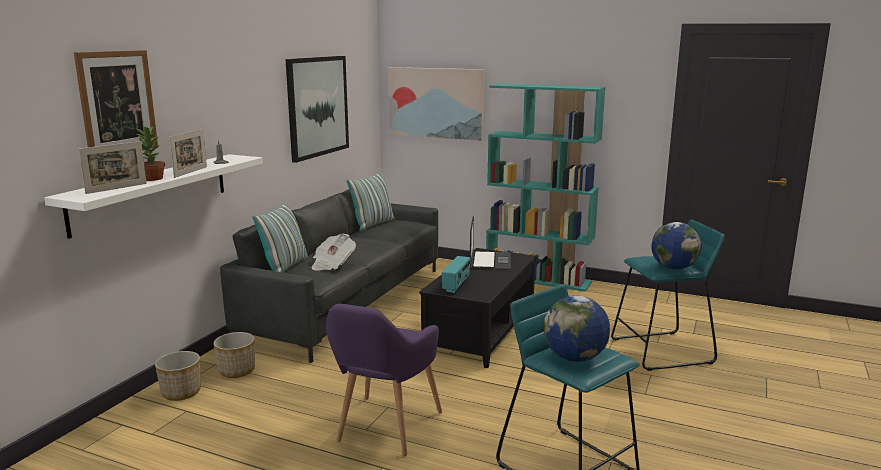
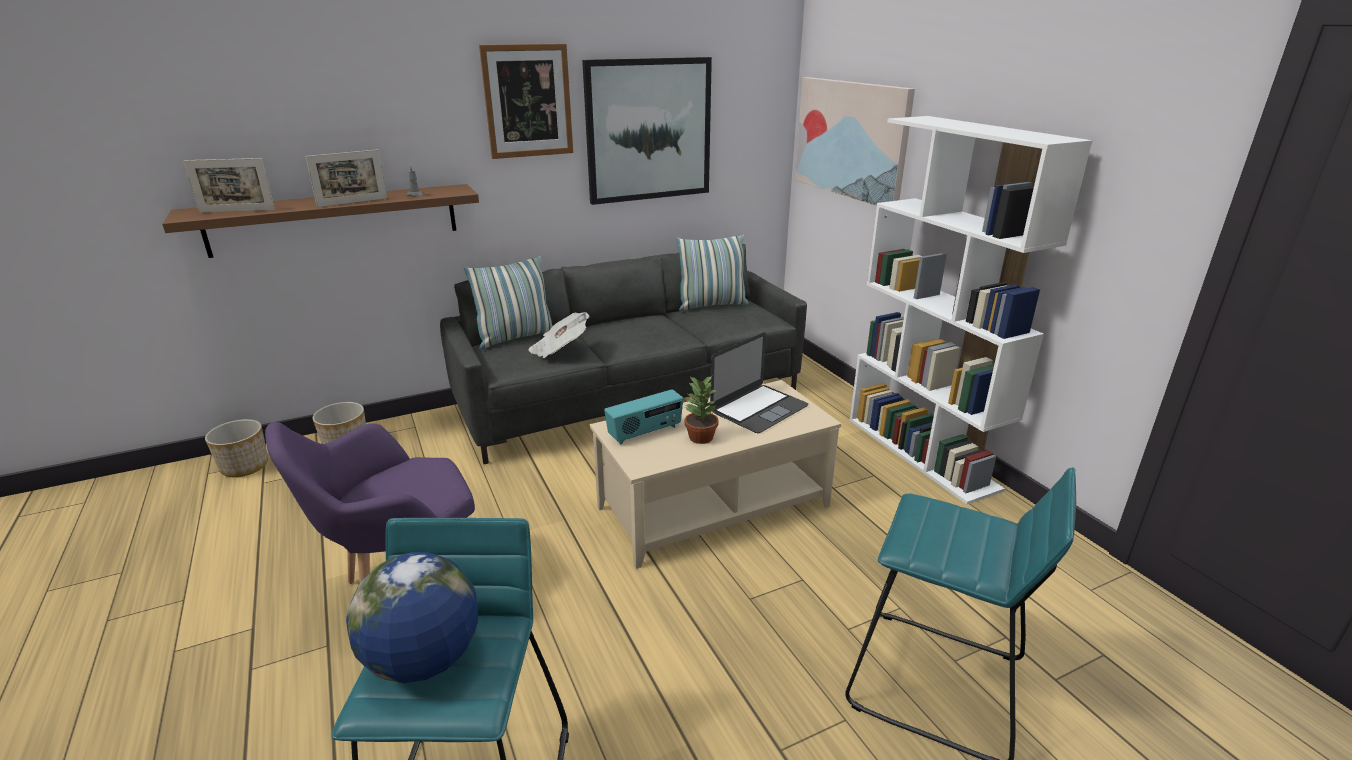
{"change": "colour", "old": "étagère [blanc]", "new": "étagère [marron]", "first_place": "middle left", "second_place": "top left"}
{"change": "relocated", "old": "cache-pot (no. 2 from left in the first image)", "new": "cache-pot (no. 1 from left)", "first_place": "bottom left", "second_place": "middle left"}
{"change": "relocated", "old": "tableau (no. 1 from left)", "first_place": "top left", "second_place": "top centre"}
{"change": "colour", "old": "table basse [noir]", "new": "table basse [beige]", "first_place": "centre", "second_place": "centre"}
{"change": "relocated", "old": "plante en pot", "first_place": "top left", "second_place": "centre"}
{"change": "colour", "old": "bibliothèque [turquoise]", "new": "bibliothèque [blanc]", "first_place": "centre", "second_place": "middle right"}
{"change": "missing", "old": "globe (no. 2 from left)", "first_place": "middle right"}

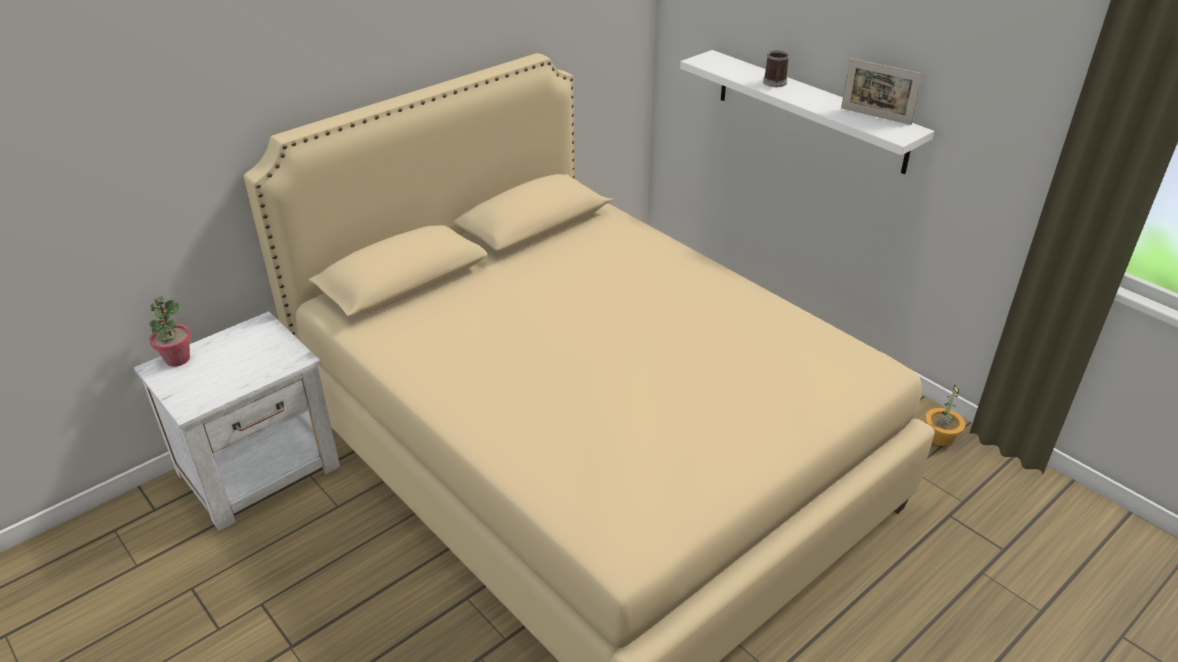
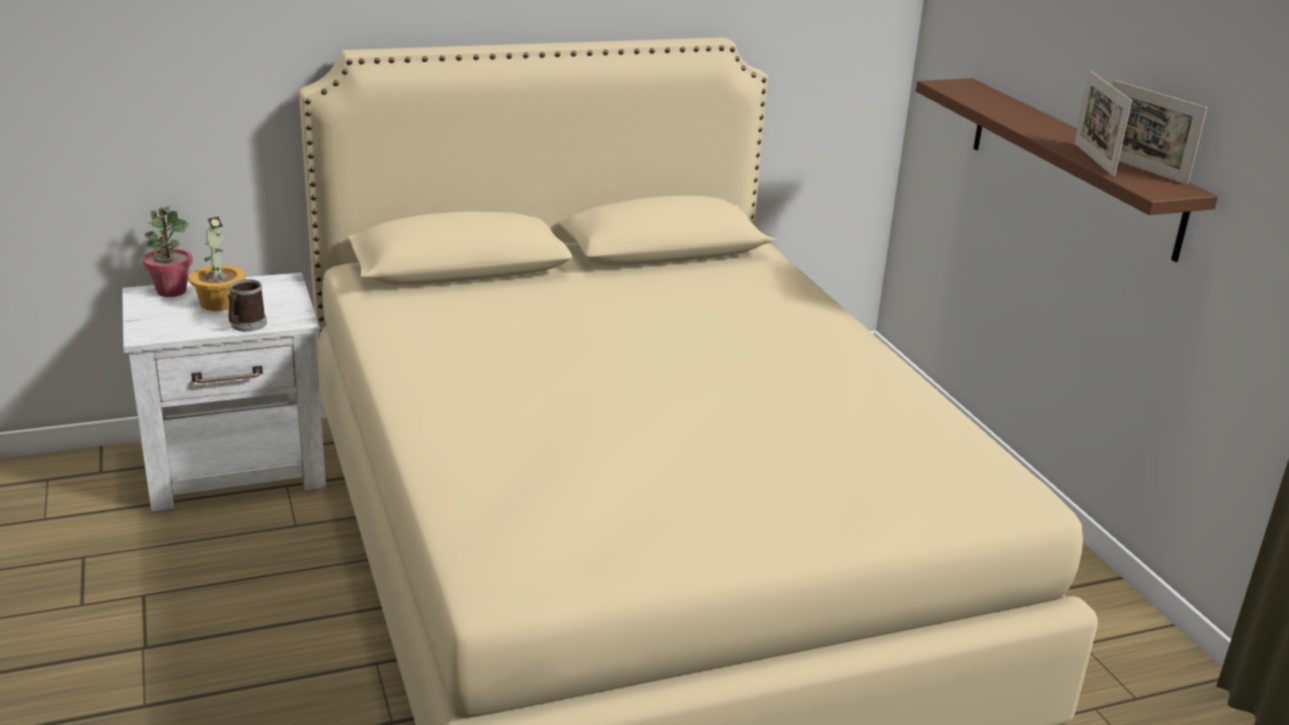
{"change": "relocated", "old": "plante en pot (no. 2 from left)", "first_place": "middle right", "second_place": "middle left"}
{"change": "relocated", "old": "mug", "first_place": "top centre", "second_place": "middle left"}
{"change": "colour", "old": "étagère [blanc]", "new": "étagère [marron]", "first_place": "top right", "second_place": "top right"}
{"change": "appeared", "new": "cadre photo (no. 1 from left)", "second_place": "top right"}

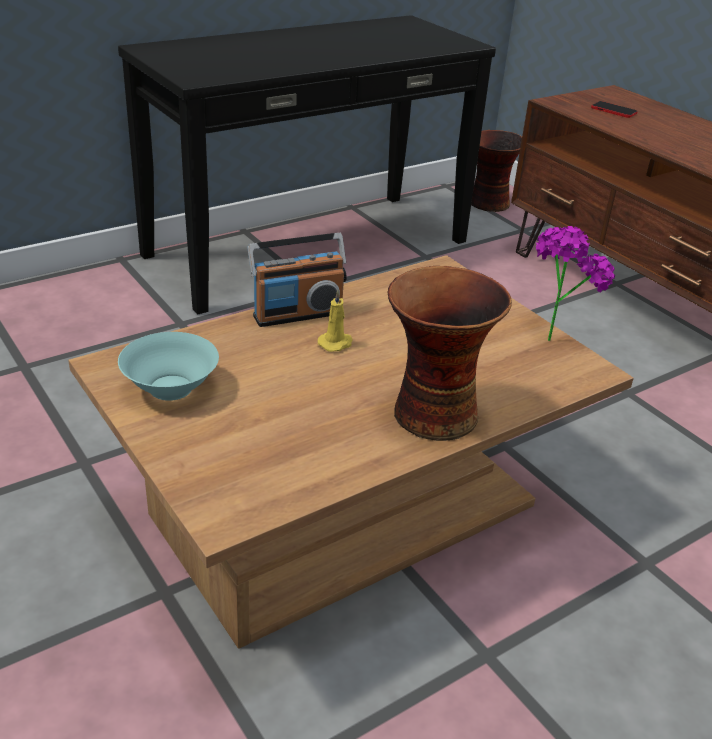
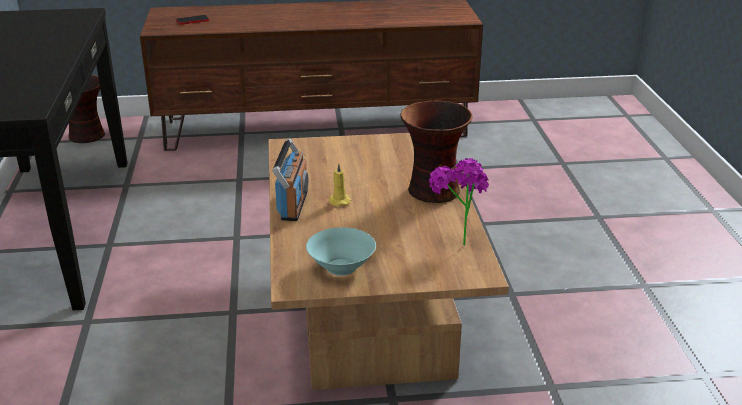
{"change": "relocated", "old": "plante en pot", "first_place": "middle right", "second_place": "centre"}

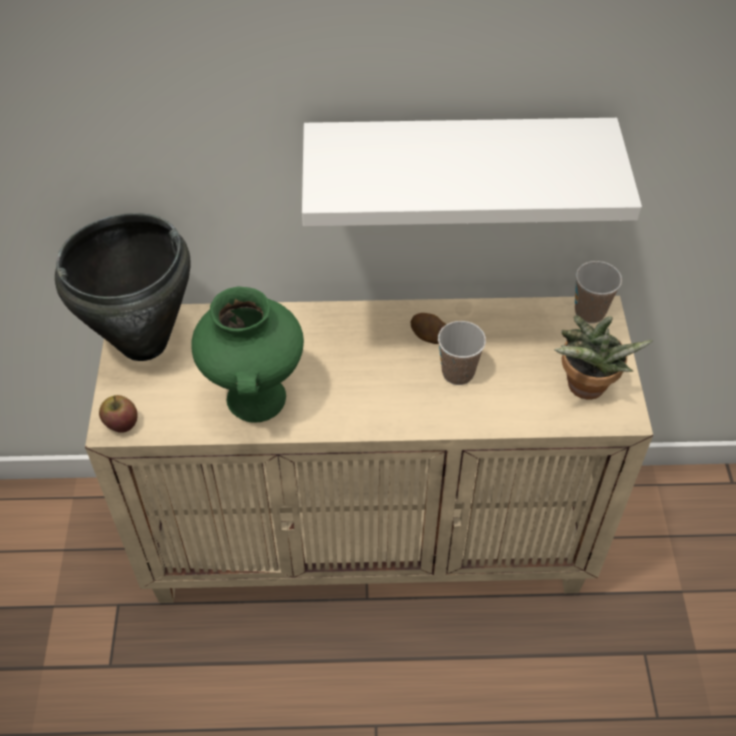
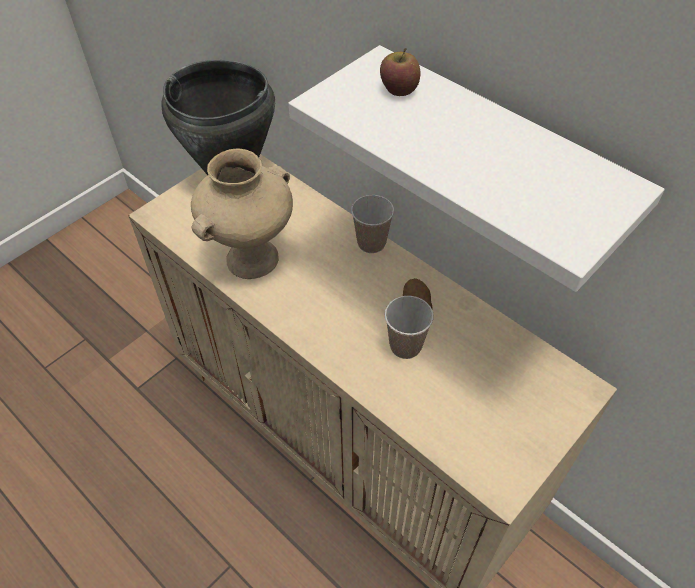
{"change": "colour", "old": "vase [vert]", "new": "vase [beige]", "first_place": "centre", "second_place": "centre"}
{"change": "relocated", "old": "tasse (no. 2 from left in the first image)", "new": "tasse (no. 1 from left)", "first_place": "middle right", "second_place": "centre"}
{"change": "relocated", "old": "pomme", "first_place": "middle left", "second_place": "top centre"}
{"change": "missing", "old": "plante en pot", "first_place": "middle right"}

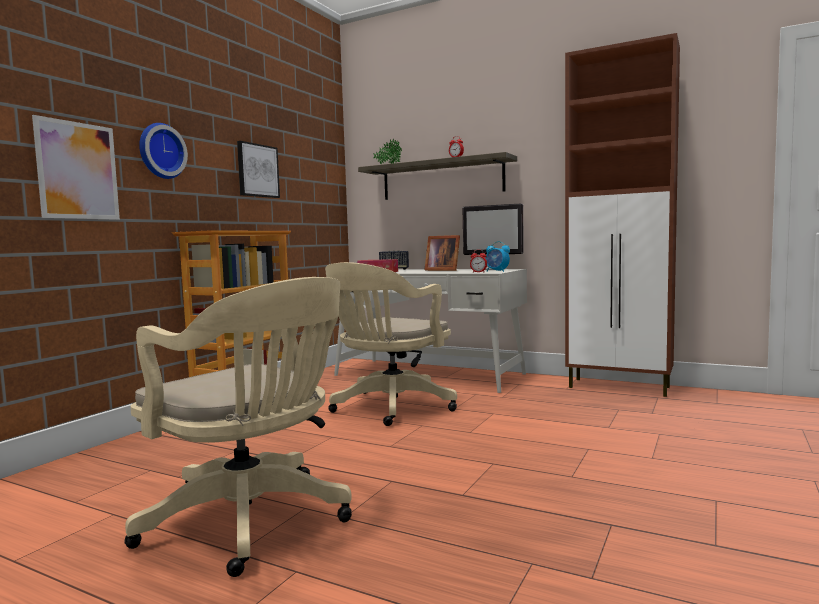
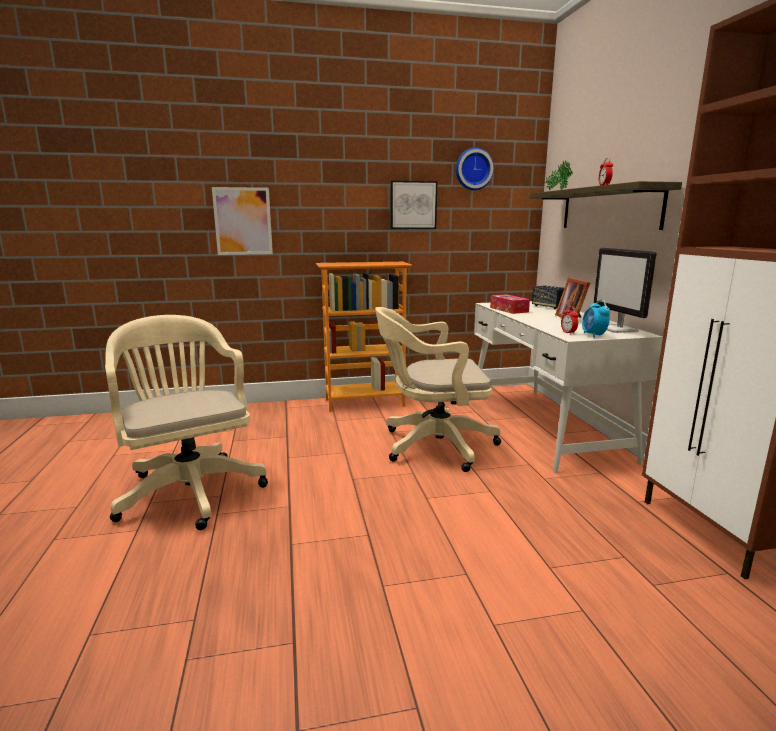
{"change": "spun", "old": "chaise de bureau [beige] (no. 1 from left)", "first_place": "bottom left", "second_place": "middle left", "degrees": 150}
{"change": "relocated", "old": "horloge murale", "first_place": "top left", "second_place": "top centre"}

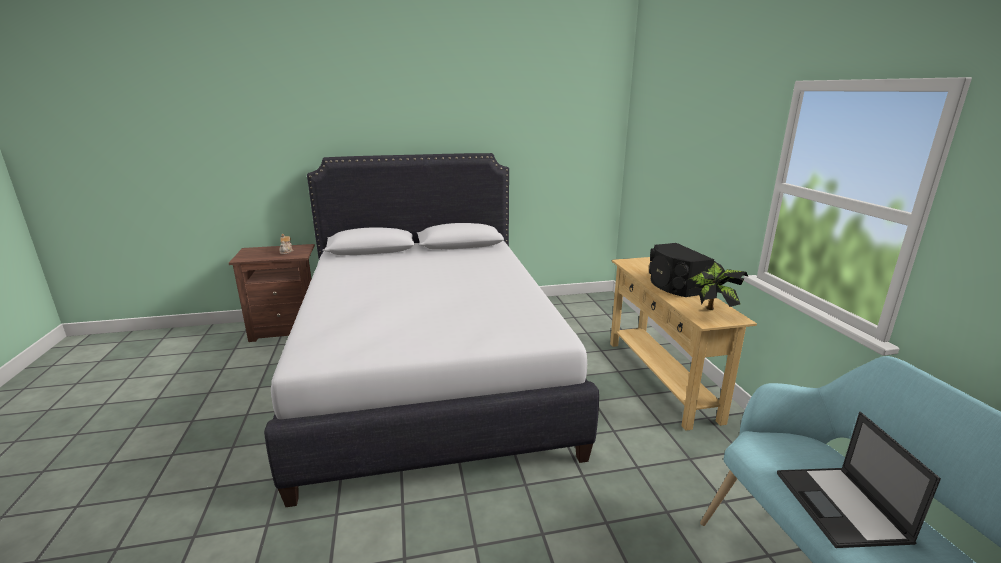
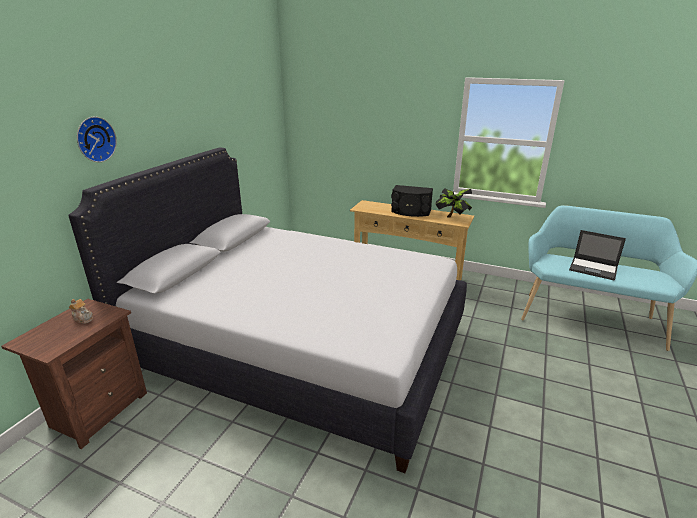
{"change": "appeared", "new": "horloge murale", "second_place": "top left"}

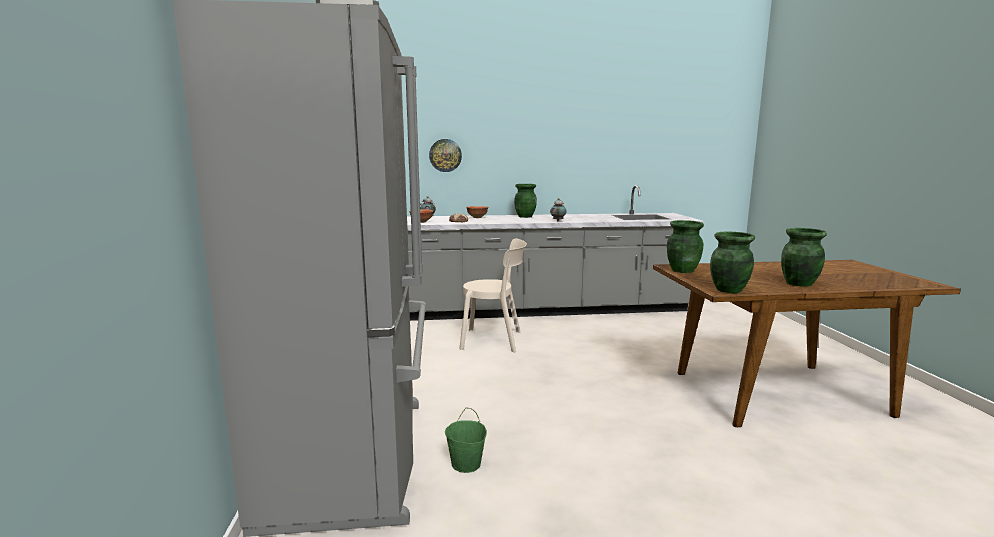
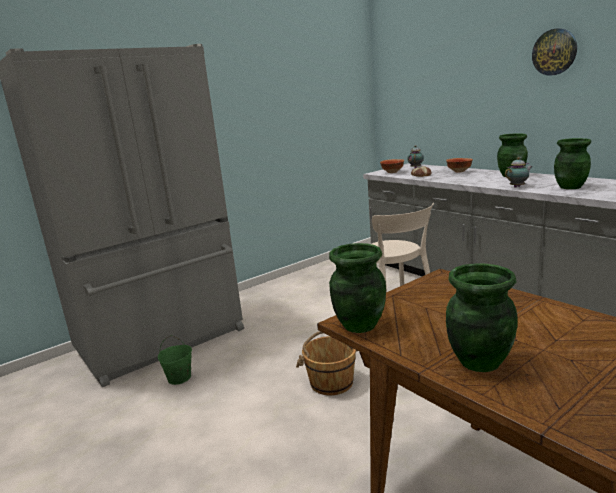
{"change": "appeared", "new": "seau [marron]", "second_place": "bottom centre"}
{"change": "relocated", "old": "horloge murale", "first_place": "top centre", "second_place": "top right"}
{"change": "relocated", "old": "vase [vert] (no. 2 from left in the first image)", "new": "vase [vert] (no. 4 from left)", "first_place": "middle right", "second_place": "top right"}

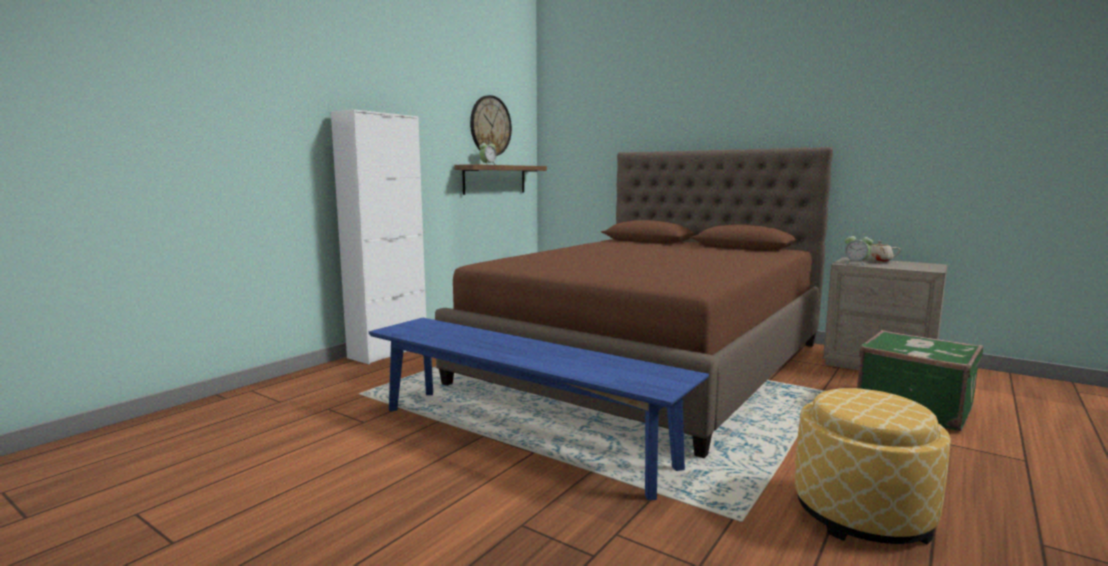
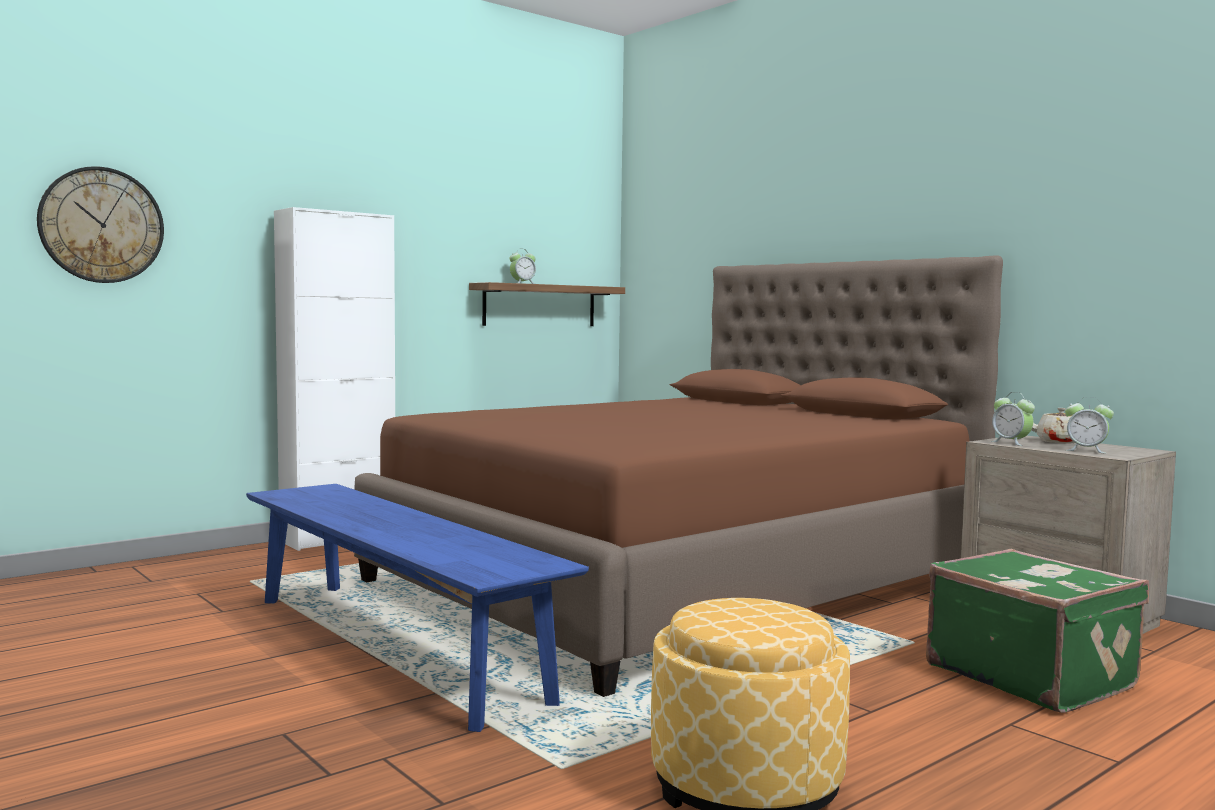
{"change": "relocated", "old": "horloge murale", "first_place": "top centre", "second_place": "top left"}
{"change": "appeared", "new": "réveil (no. 3 from left)", "second_place": "middle right"}

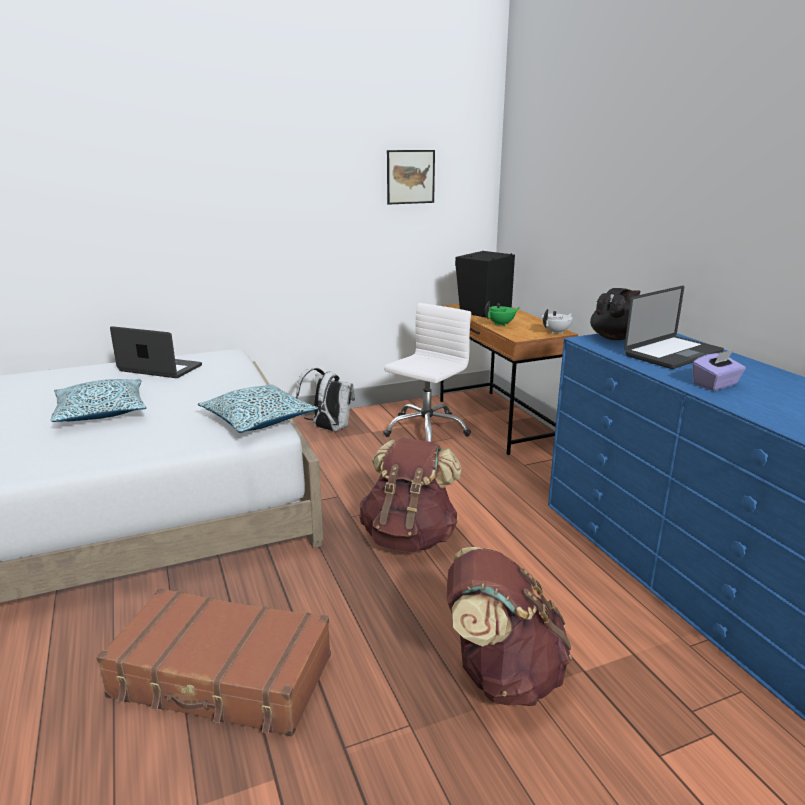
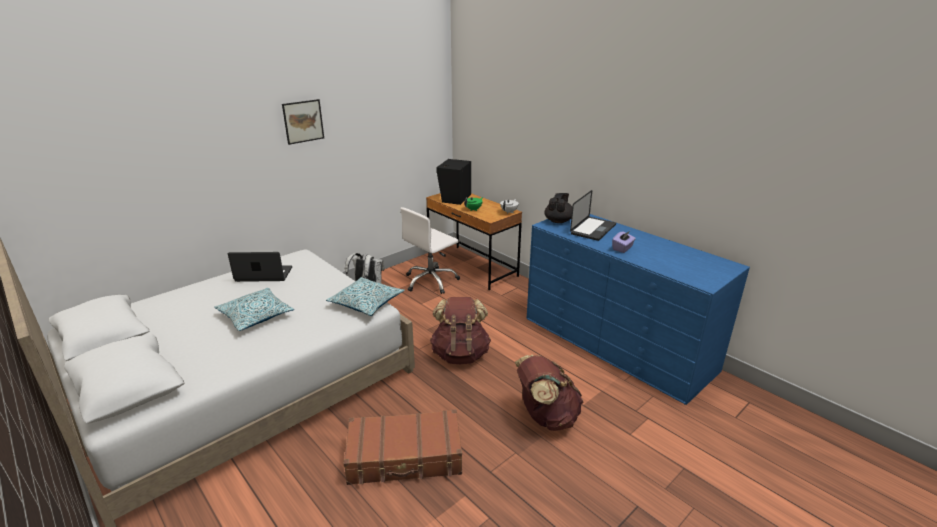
{"change": "relocated", "old": "tableau", "first_place": "top centre", "second_place": "top left"}
{"change": "spun", "old": "chaise de bureau [blanc]", "first_place": "centre", "second_place": "centre", "degrees": -150}

